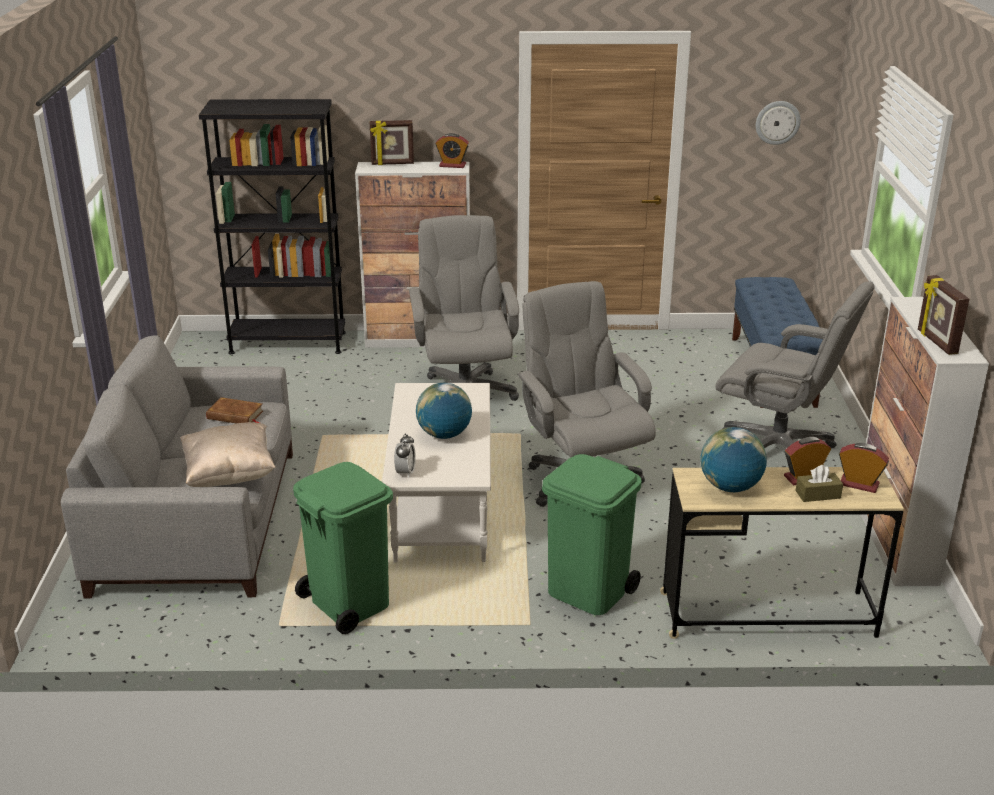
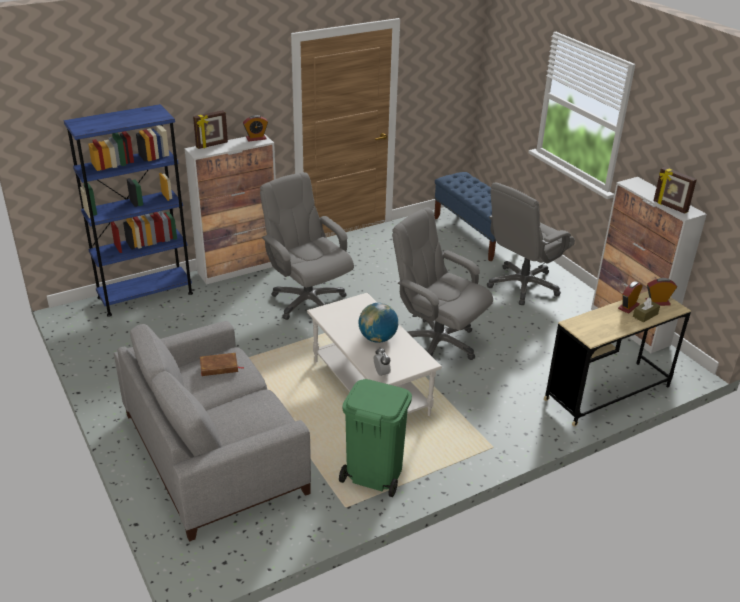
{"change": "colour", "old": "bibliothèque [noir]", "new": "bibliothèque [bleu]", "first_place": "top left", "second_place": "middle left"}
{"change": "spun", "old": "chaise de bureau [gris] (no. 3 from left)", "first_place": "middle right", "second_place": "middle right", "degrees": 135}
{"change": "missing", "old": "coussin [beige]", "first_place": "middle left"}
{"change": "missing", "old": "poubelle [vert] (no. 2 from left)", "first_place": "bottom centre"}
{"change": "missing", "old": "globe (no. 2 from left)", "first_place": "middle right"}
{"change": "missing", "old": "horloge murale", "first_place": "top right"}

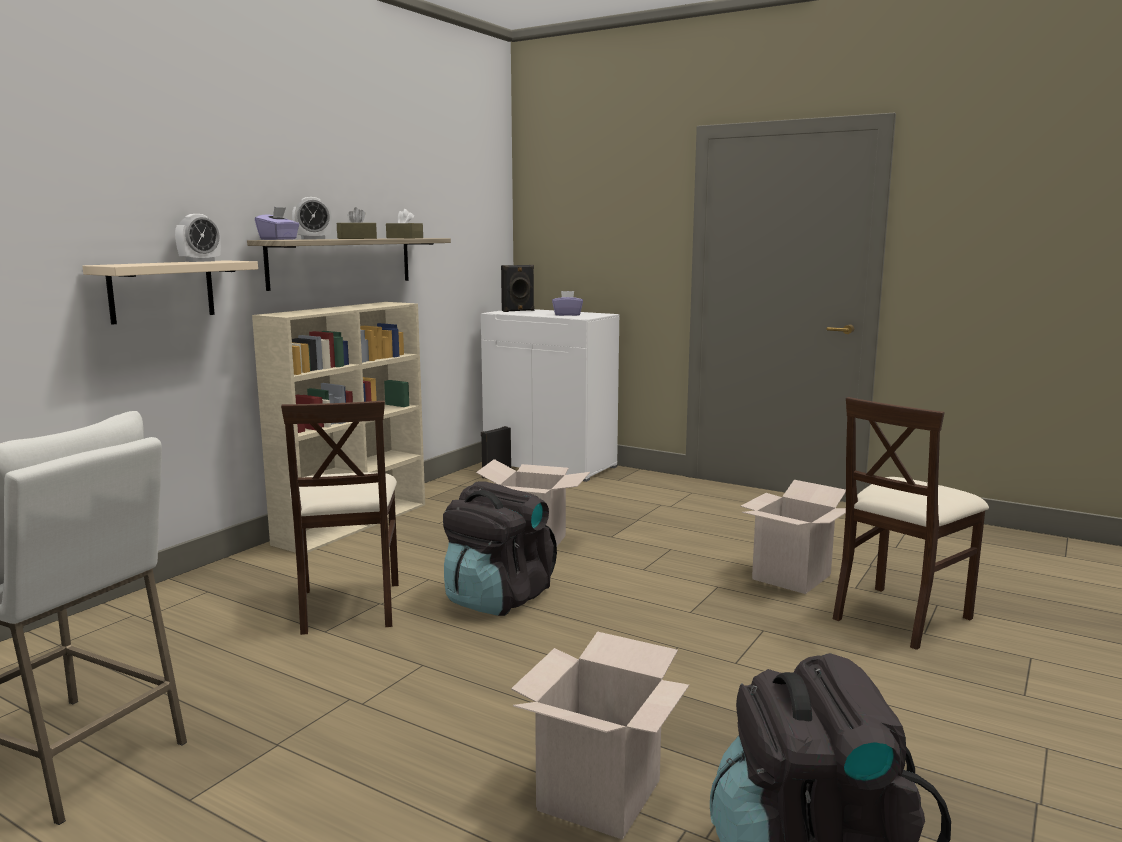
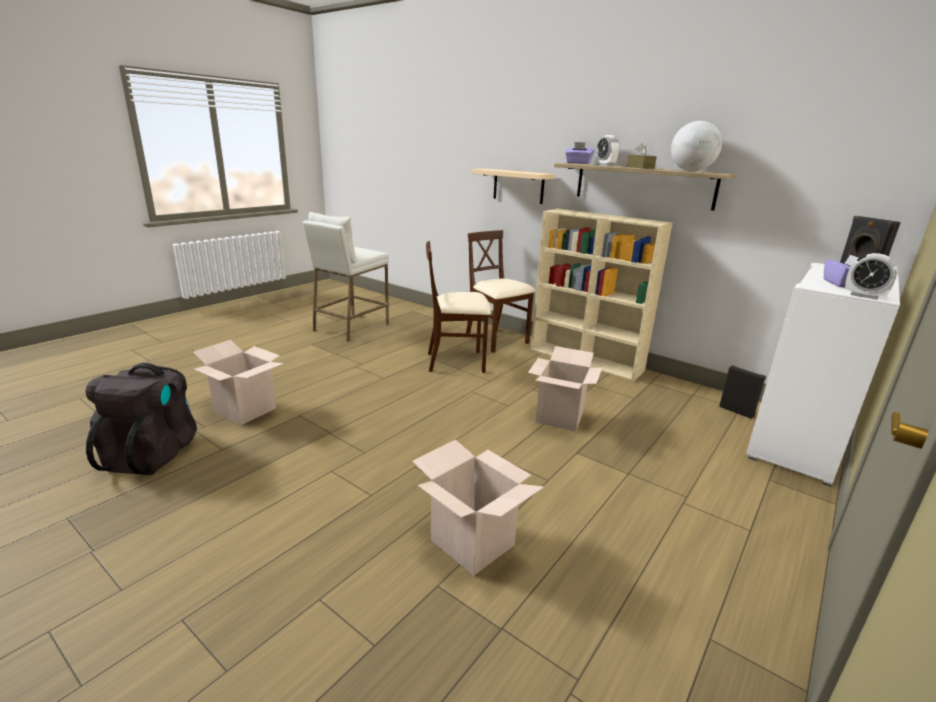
{"change": "relocated", "old": "chaise [beige] (no. 2 from left)", "first_place": "middle right", "second_place": "centre"}
{"change": "exchanged", "old": "boîte à mouchoirs [marron] (no. 2 from left)", "new": "globe", "first_place": "top centre", "second_place": "top right"}
{"change": "relocated", "old": "réveil (no. 1 from left in the first image)", "new": "réveil (no. 2 from left)", "first_place": "top left", "second_place": "middle right"}
{"change": "missing", "old": "sac à dos [noir] (no. 1 from left)", "first_place": "centre"}

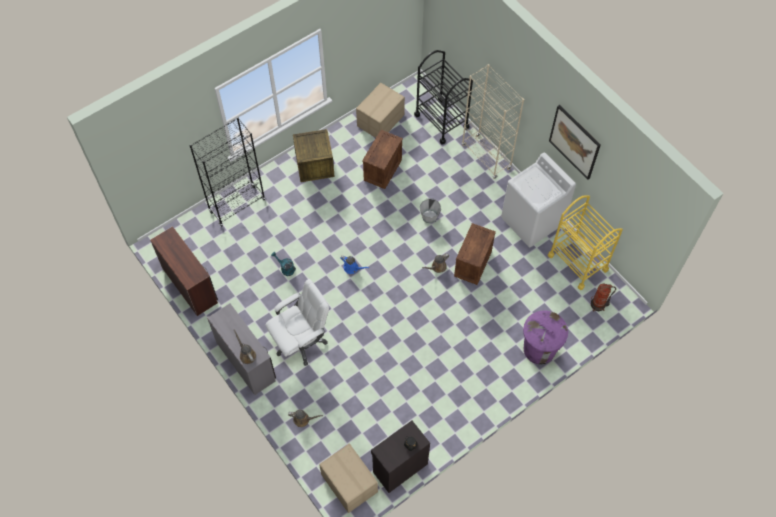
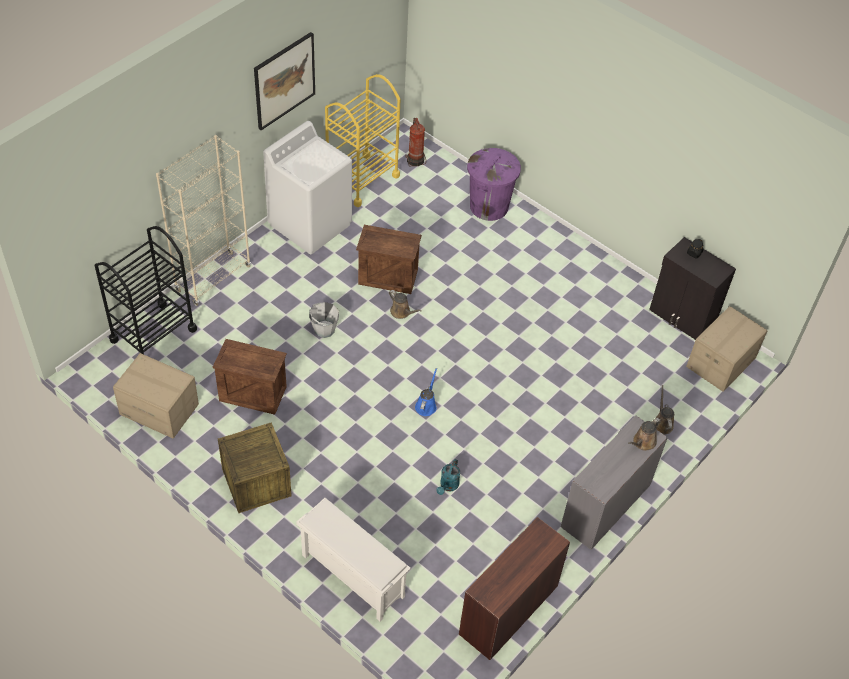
{"change": "exchanged", "old": "bibliothèque [noir]", "new": "étagère à chaussures [blanc]", "first_place": "top left", "second_place": "bottom centre"}
{"change": "missing", "old": "chaise de bureau [blanc]", "first_place": "centre"}

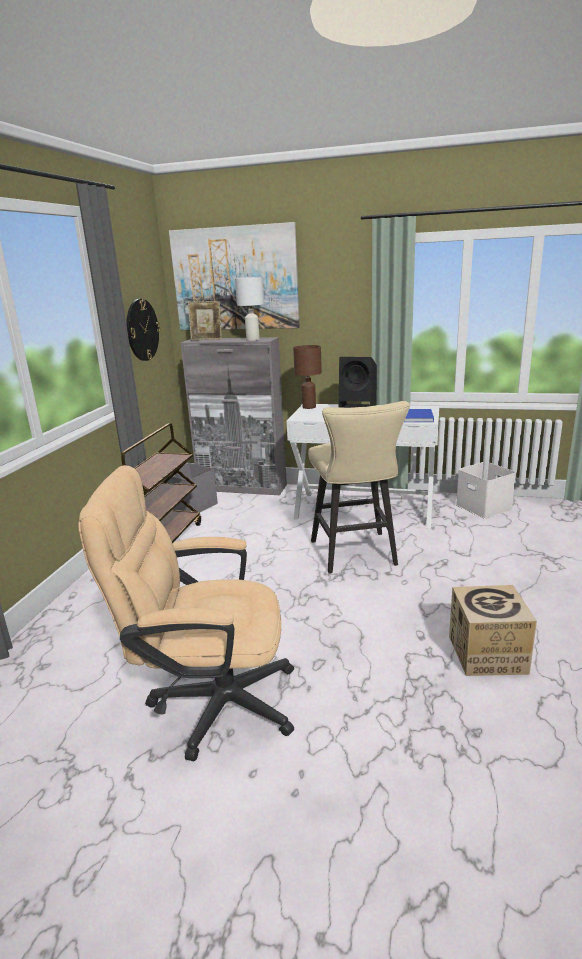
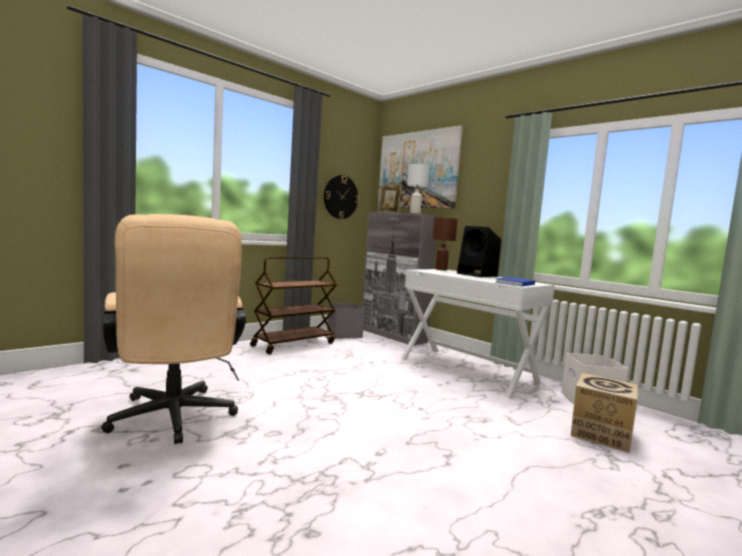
{"change": "spun", "old": "chaise de bureau [beige]", "first_place": "middle left", "second_place": "middle left", "degrees": -150}
{"change": "relocated", "old": "carton", "first_place": "middle right", "second_place": "bottom right"}
{"change": "missing", "old": "tabouret [beige]", "first_place": "centre"}

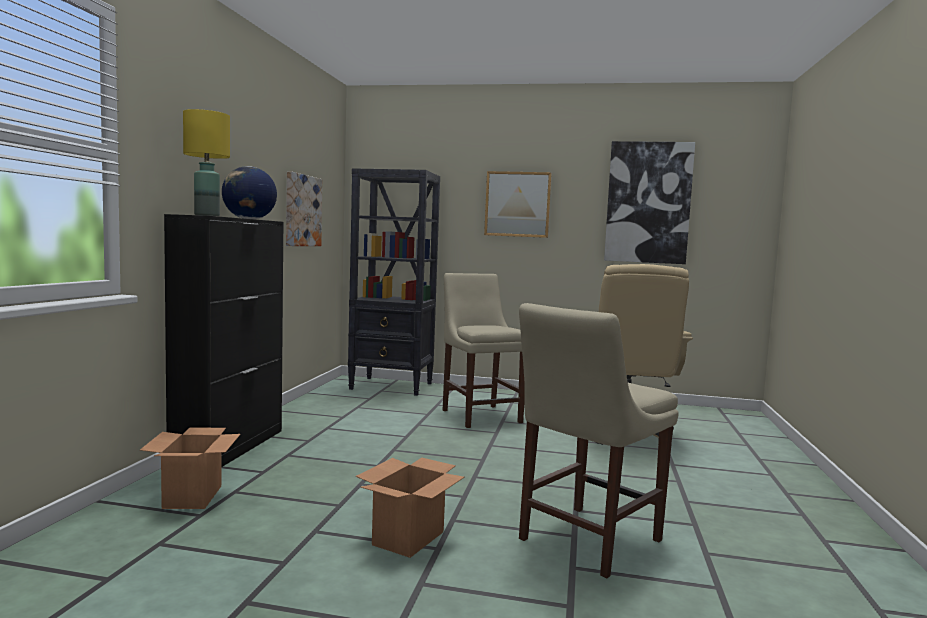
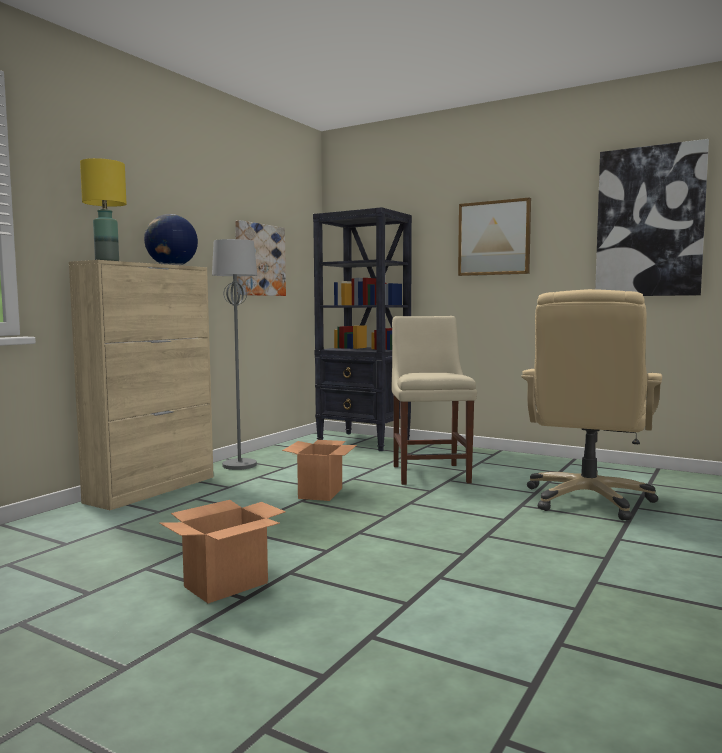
{"change": "colour", "old": "meuble de rangement [noir]", "new": "meuble de rangement [beige]", "first_place": "middle left", "second_place": "middle left"}
{"change": "appeared", "new": "lampadaire [gris]", "second_place": "middle left"}
{"change": "relocated", "old": "carton (no. 1 from left in the first image)", "new": "carton (no. 2 from left)", "first_place": "bottom left", "second_place": "centre"}
{"change": "missing", "old": "chaise [beige] (no. 2 from left)", "first_place": "bottom centre"}

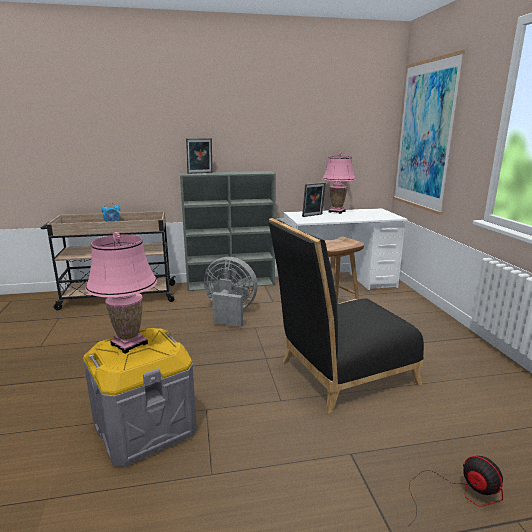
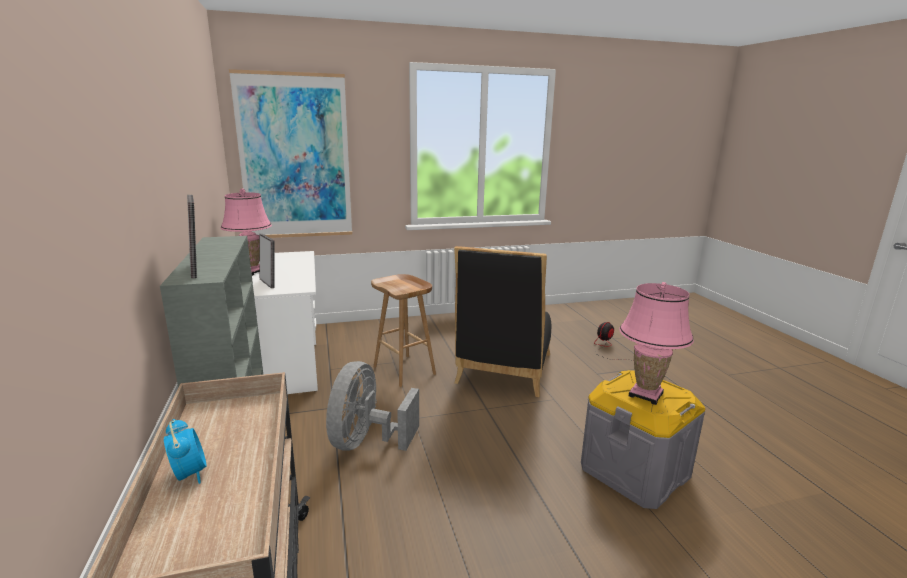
{"change": "spun", "old": "chaise [noir]", "first_place": "centre", "second_place": "centre", "degrees": 45}

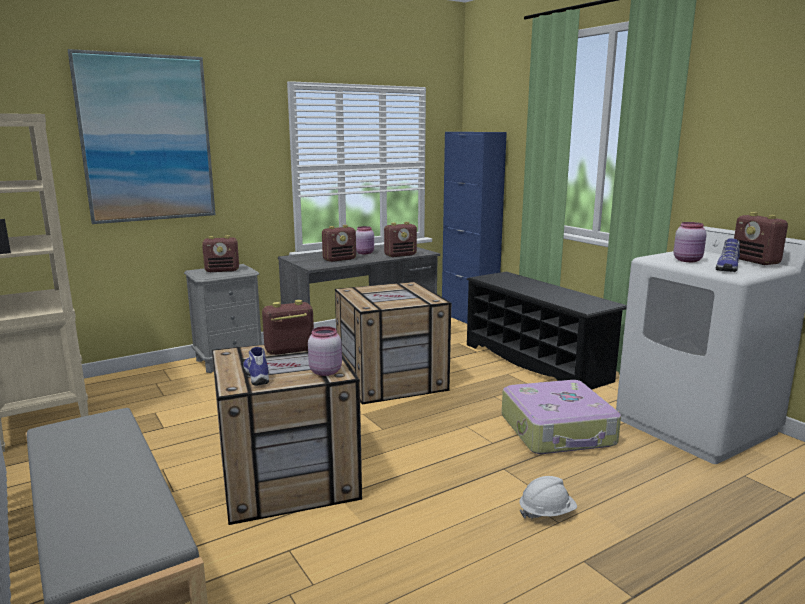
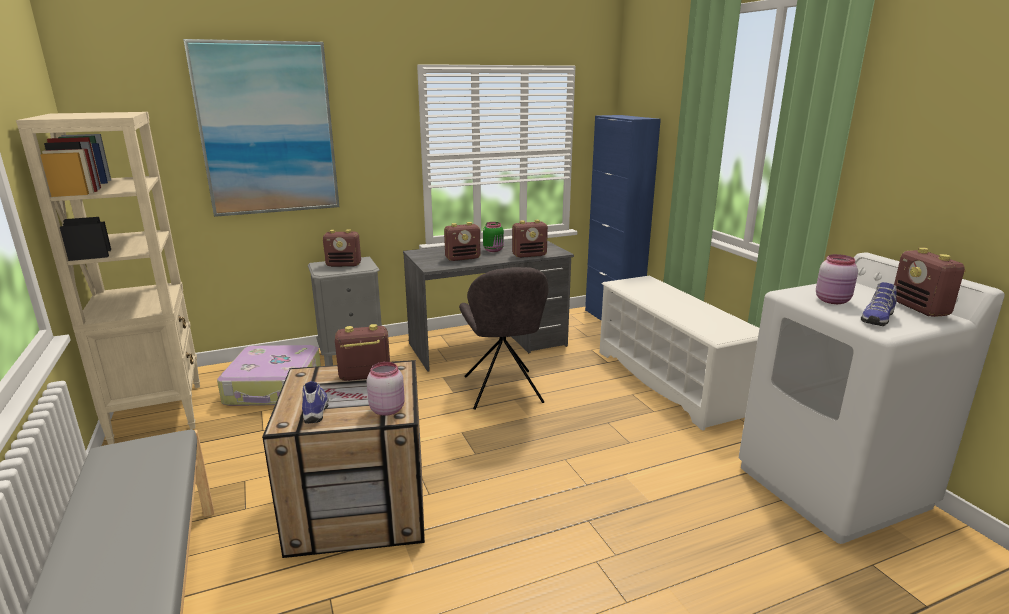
{"change": "relocated", "old": "valise", "first_place": "bottom right", "second_place": "middle left"}
{"change": "exchanged", "old": "caisse (no. 2 from left)", "new": "chaise [gris]", "first_place": "centre", "second_place": "centre"}
{"change": "colour", "old": "bocal [rose] (no. 2 from left)", "new": "bocal [vert]", "first_place": "centre", "second_place": "centre"}
{"change": "colour", "old": "étagère à chaussures [noir]", "new": "étagère à chaussures [blanc]", "first_place": "middle right", "second_place": "middle right"}
{"change": "missing", "old": "casque de chantier [blanc]", "first_place": "bottom right"}

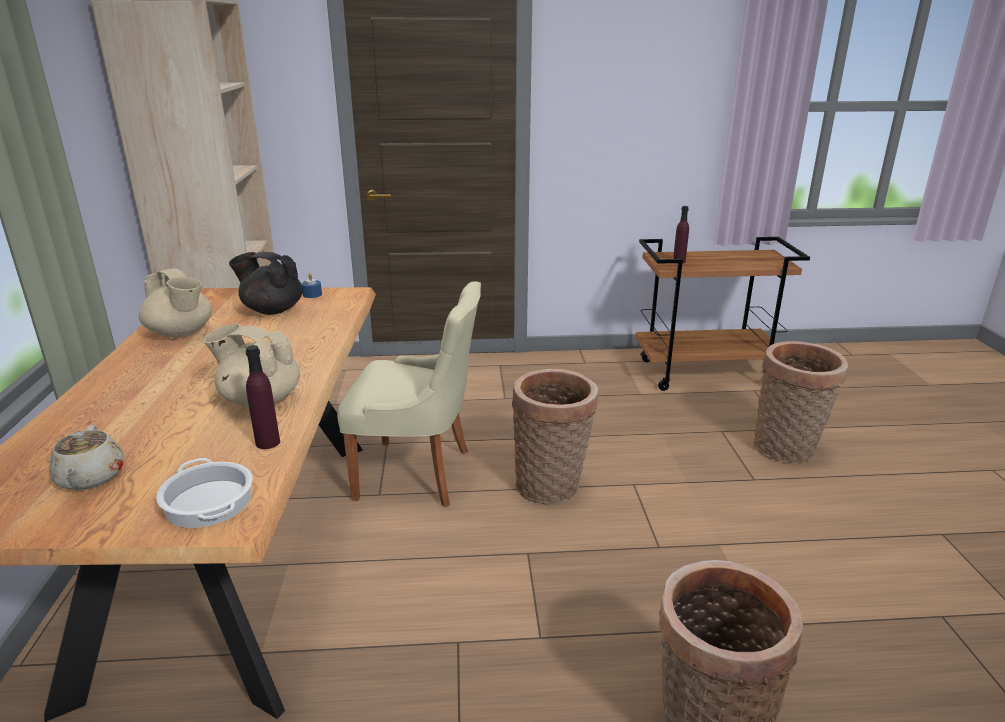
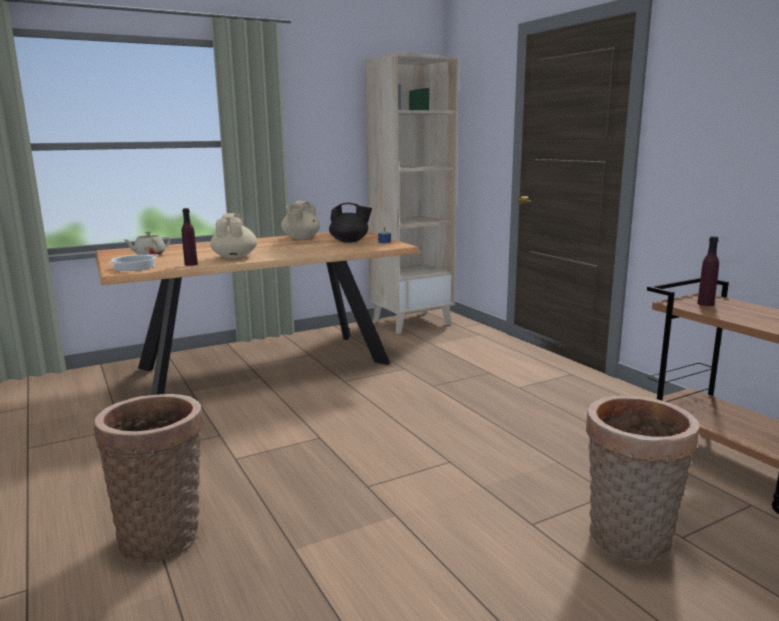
{"change": "spun", "old": "théière [noir]", "first_place": "middle left", "second_place": "centre", "degrees": 105}
{"change": "missing", "old": "chaise [beige]", "first_place": "centre"}
{"change": "missing", "old": "panier (no. 1 from left)", "first_place": "centre"}

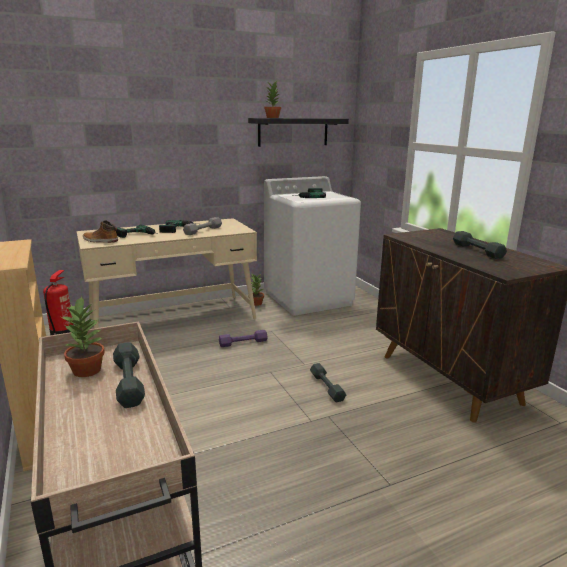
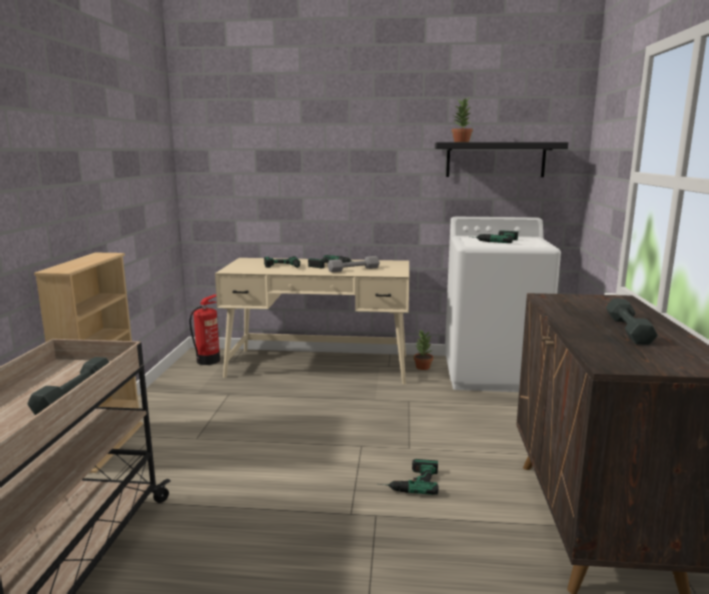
{"change": "exchanged", "old": "haltère [gris] (no. 3 from left)", "new": "perceuse (no. 3 from left)", "first_place": "bottom centre", "second_place": "bottom centre"}
{"change": "missing", "old": "plante en pot (no. 1 from left)", "first_place": "middle left"}
{"change": "missing", "old": "botte", "first_place": "middle left"}
{"change": "missing", "old": "haltère [violet]", "first_place": "centre"}

